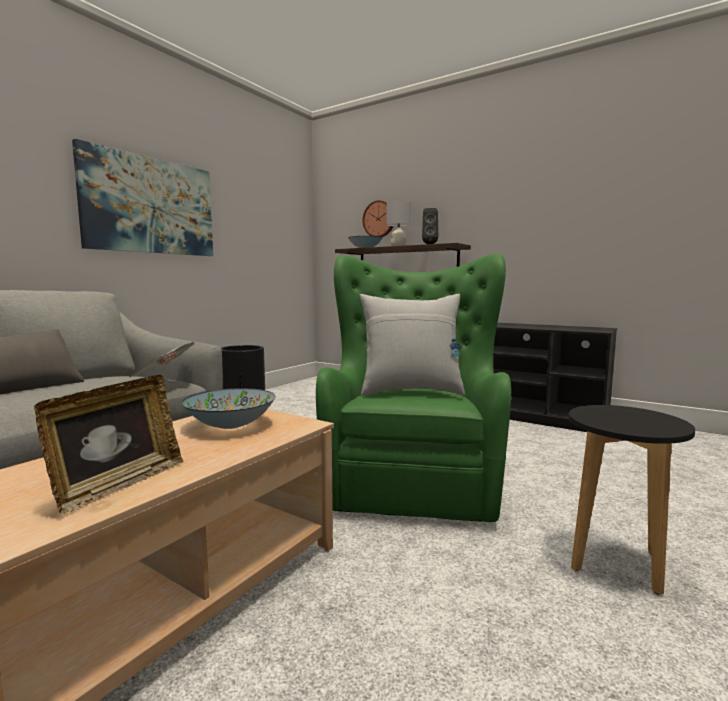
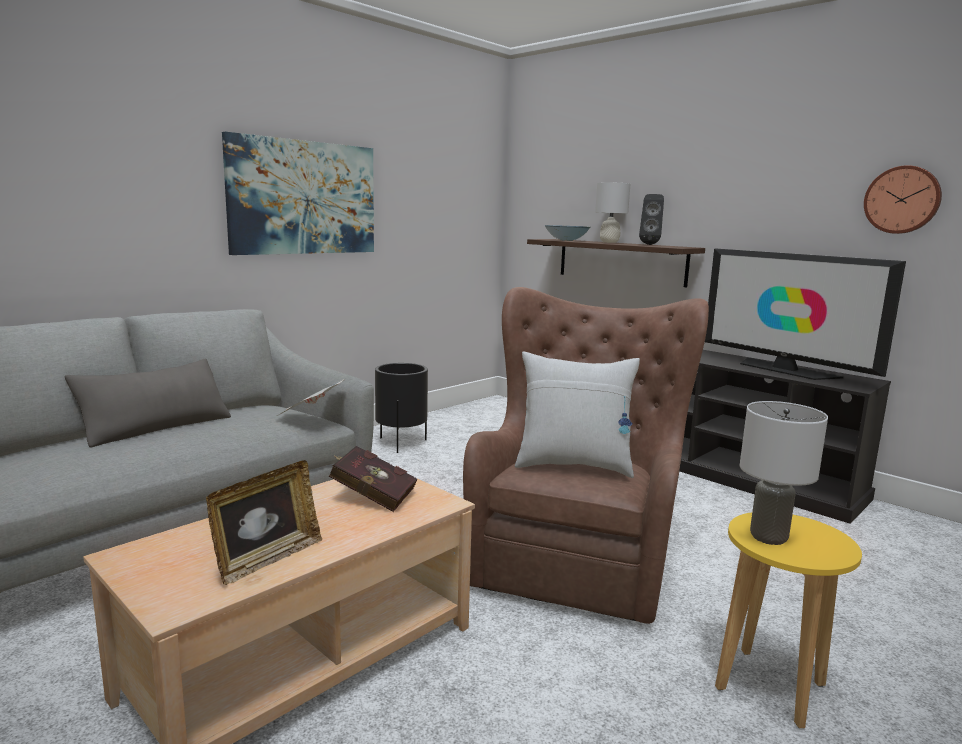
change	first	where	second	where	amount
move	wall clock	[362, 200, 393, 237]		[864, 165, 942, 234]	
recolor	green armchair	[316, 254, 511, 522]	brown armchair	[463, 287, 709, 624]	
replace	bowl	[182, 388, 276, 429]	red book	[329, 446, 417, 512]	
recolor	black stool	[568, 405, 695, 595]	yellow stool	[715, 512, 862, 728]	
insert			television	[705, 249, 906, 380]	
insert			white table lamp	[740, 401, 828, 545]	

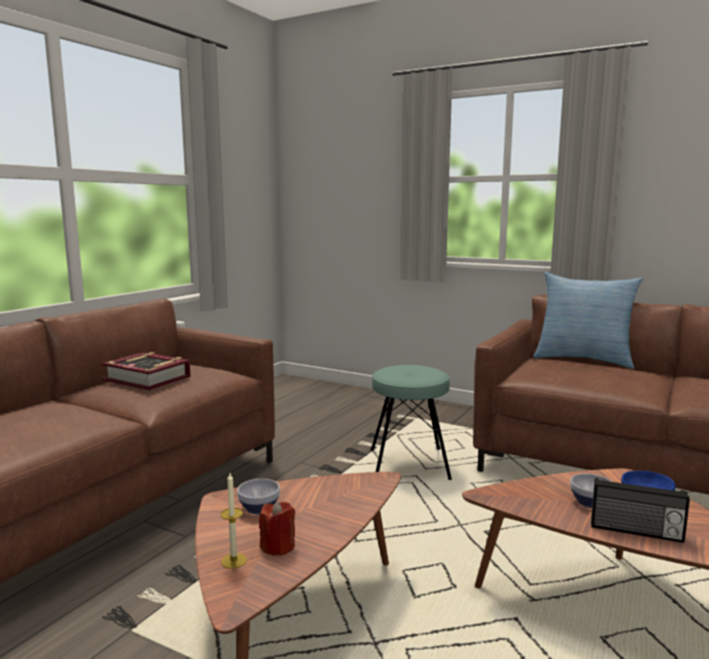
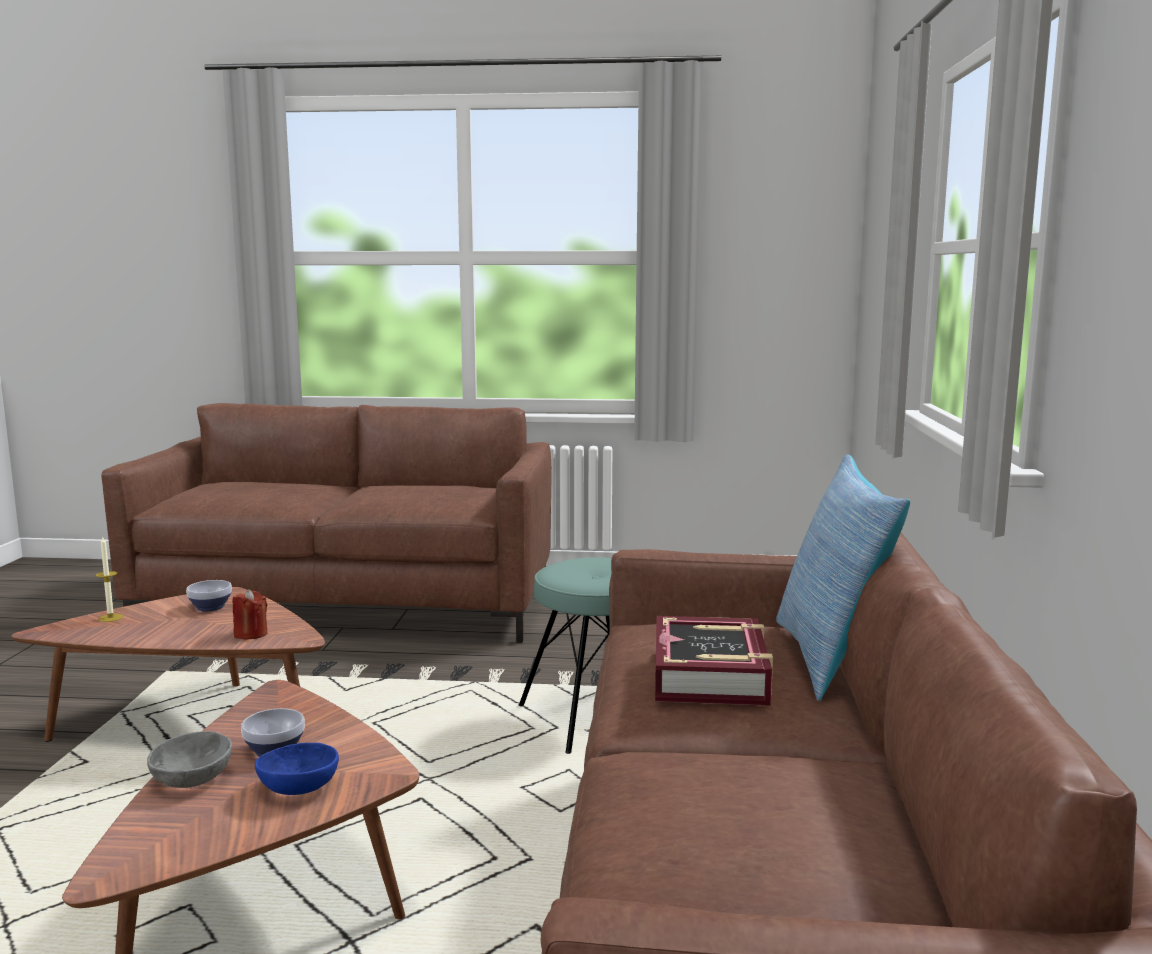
change	first	where	second	where	amount
move	book	[102, 352, 191, 390]		[655, 616, 773, 706]	
replace	radio	[591, 478, 690, 543]	grey bowl	[147, 731, 232, 788]	
move	red candle	[259, 501, 295, 556]		[232, 589, 267, 640]	

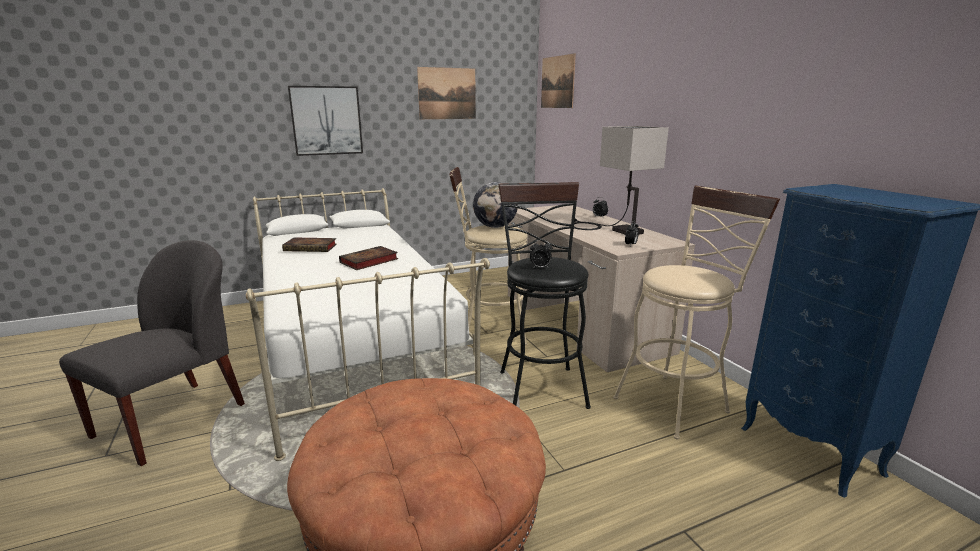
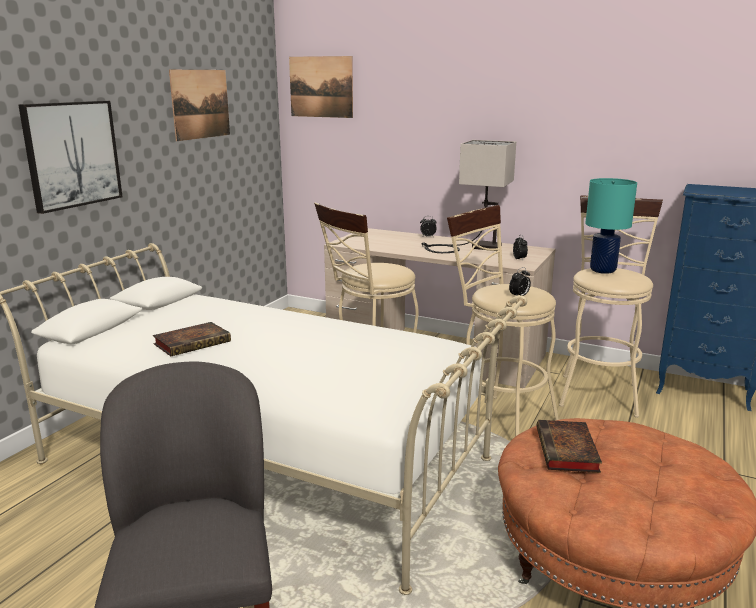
change	first	where	second	where	amount
delete	globe	[473, 182, 518, 228]			
recolor	black stool	[498, 182, 591, 409]	beige stool	[447, 205, 559, 437]	
move	book	[339, 246, 398, 270]		[536, 420, 602, 473]	
insert			turquoise table lamp	[585, 178, 637, 274]	

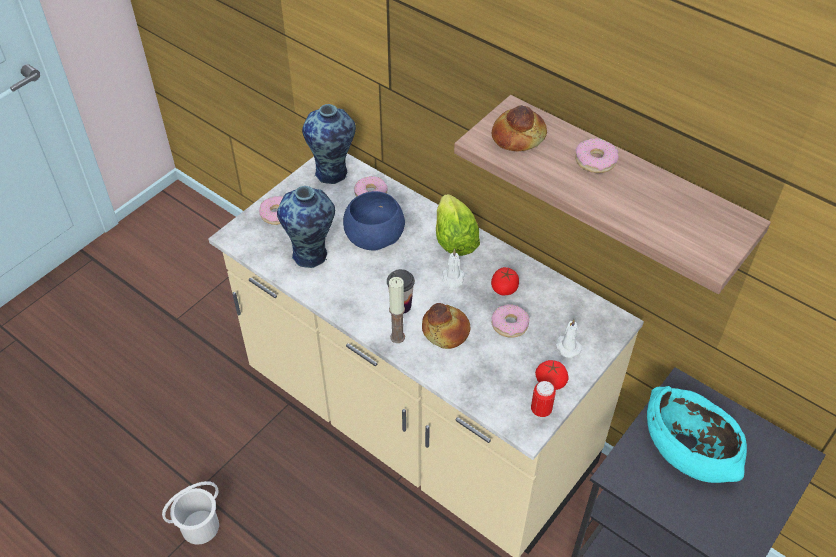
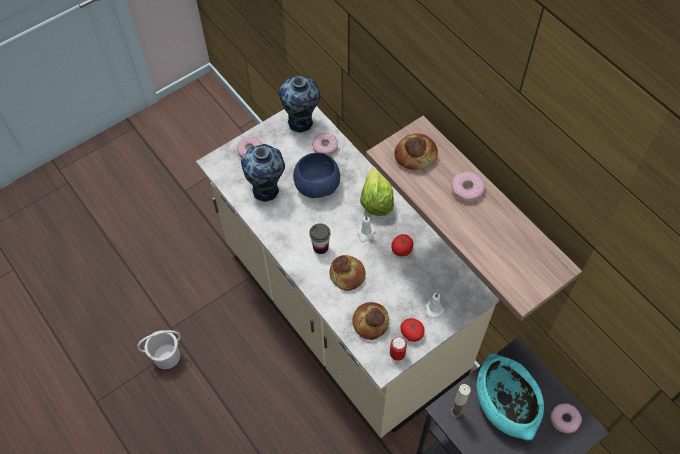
change	first	where	second	where	amount
move	candle	[389, 277, 405, 343]		[451, 384, 471, 417]	
move	donut	[492, 304, 529, 338]		[551, 403, 582, 434]	
insert			bread	[352, 302, 389, 340]	

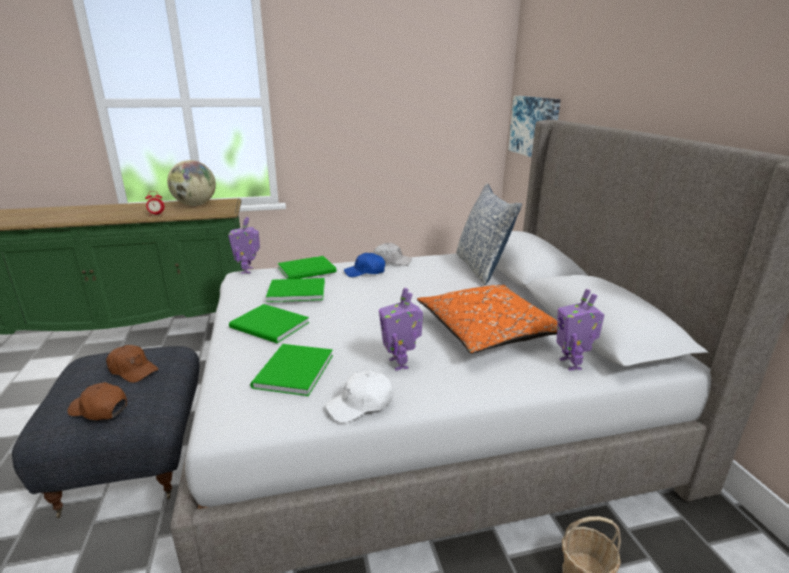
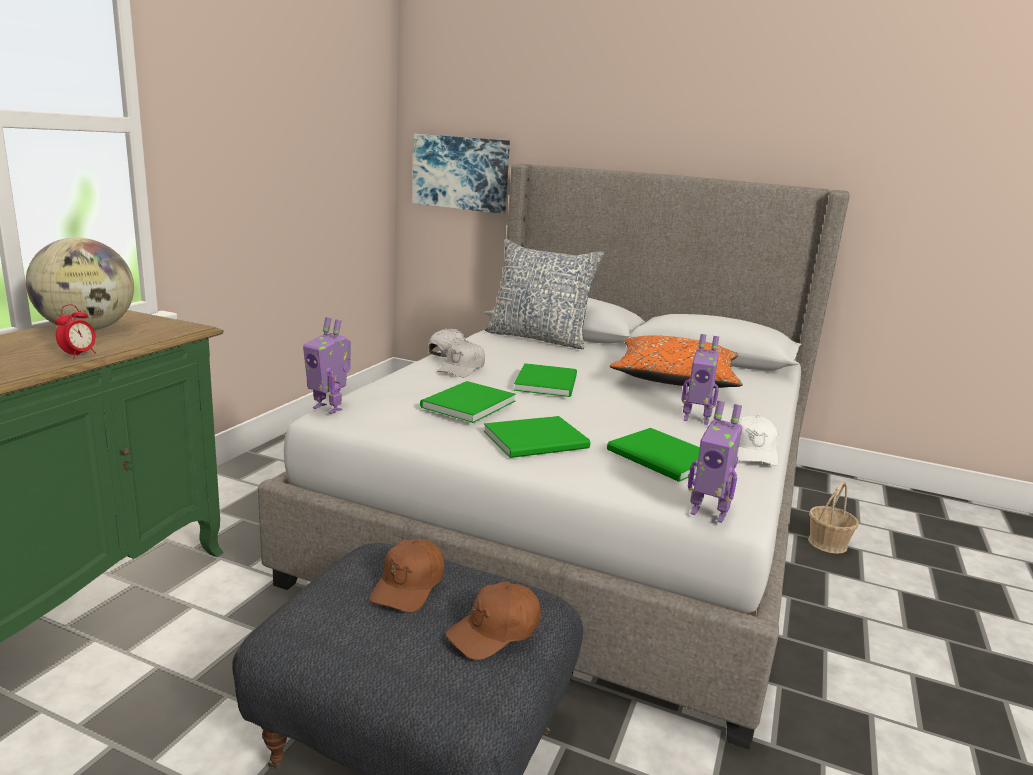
change	first	where	second	where	amount
recolor	blue cap	[344, 253, 385, 277]	white cap	[437, 340, 485, 377]	
move	green book	[278, 256, 336, 279]		[514, 363, 577, 397]	
move	toy robot	[557, 289, 604, 371]		[688, 400, 743, 523]	
rotate	brown cap	[106, 345, 158, 383]		[370, 539, 445, 613]	135 degrees clockwise

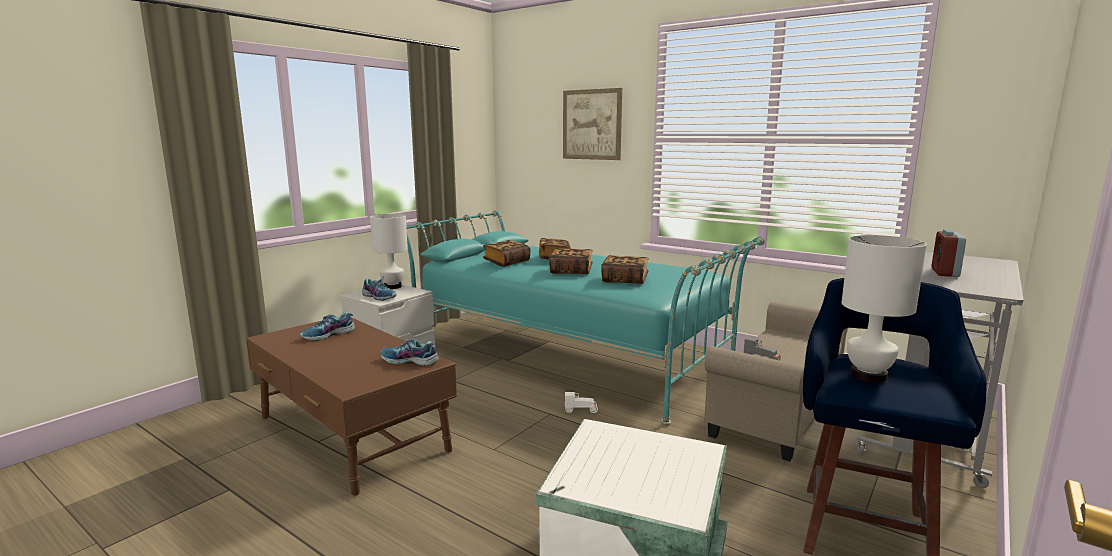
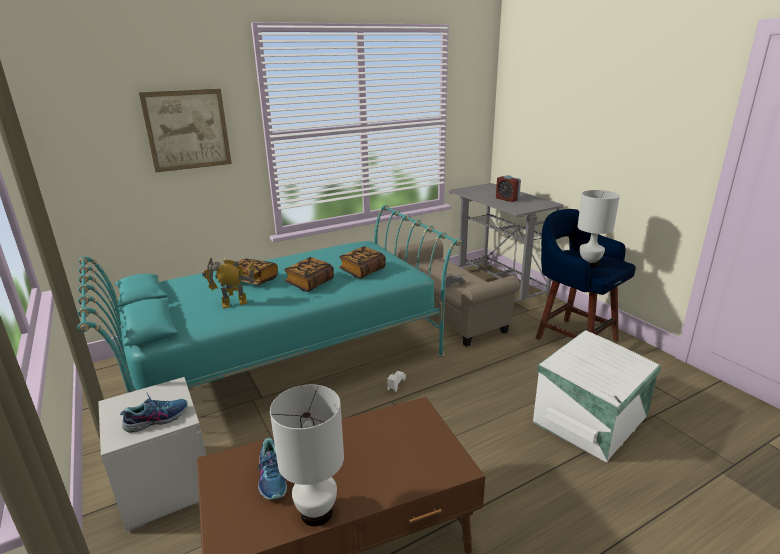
change	first	where	second	where	amount
move	white table lamp	[370, 214, 408, 289]		[270, 385, 344, 526]	
replace	book	[483, 240, 530, 267]	toy robot	[202, 257, 256, 308]	
delete	shoe	[381, 339, 439, 366]			

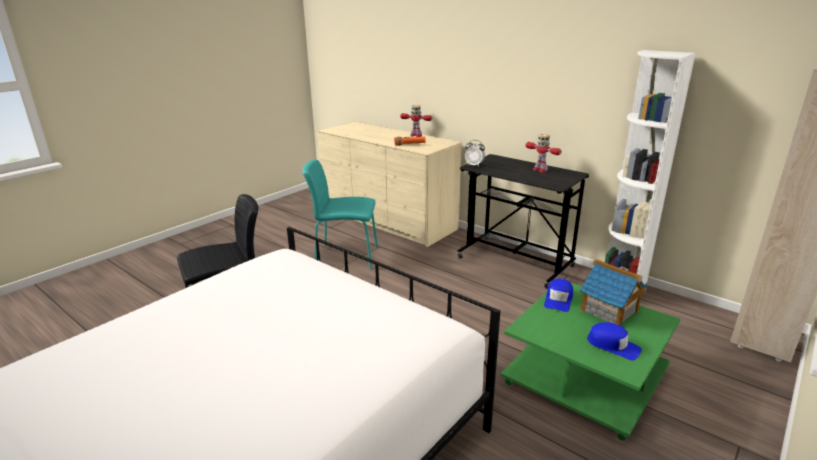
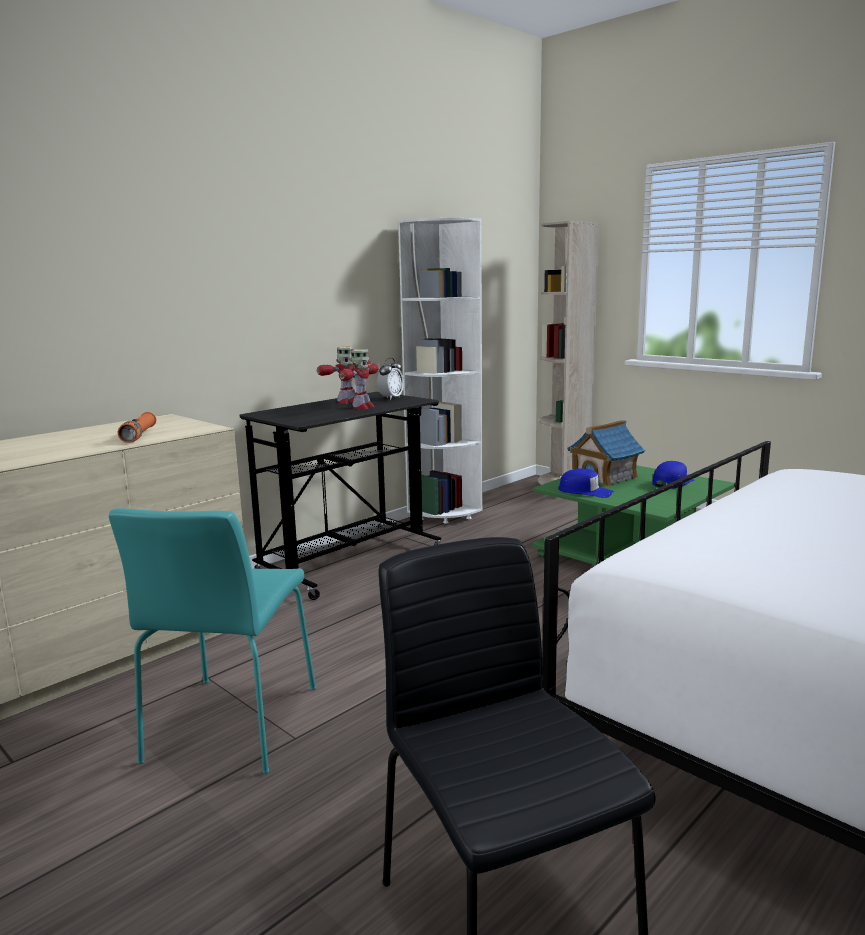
change	first	where	second	where	amount
move	toy robot	[400, 105, 432, 137]		[339, 349, 379, 409]	
move	alarm clock	[465, 140, 485, 167]		[377, 358, 404, 400]	

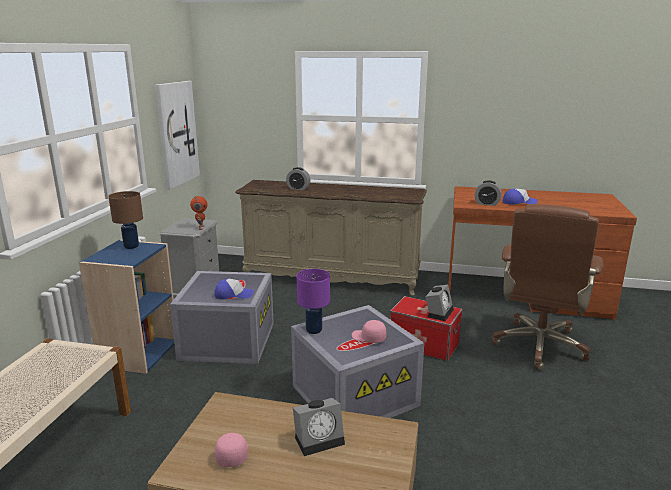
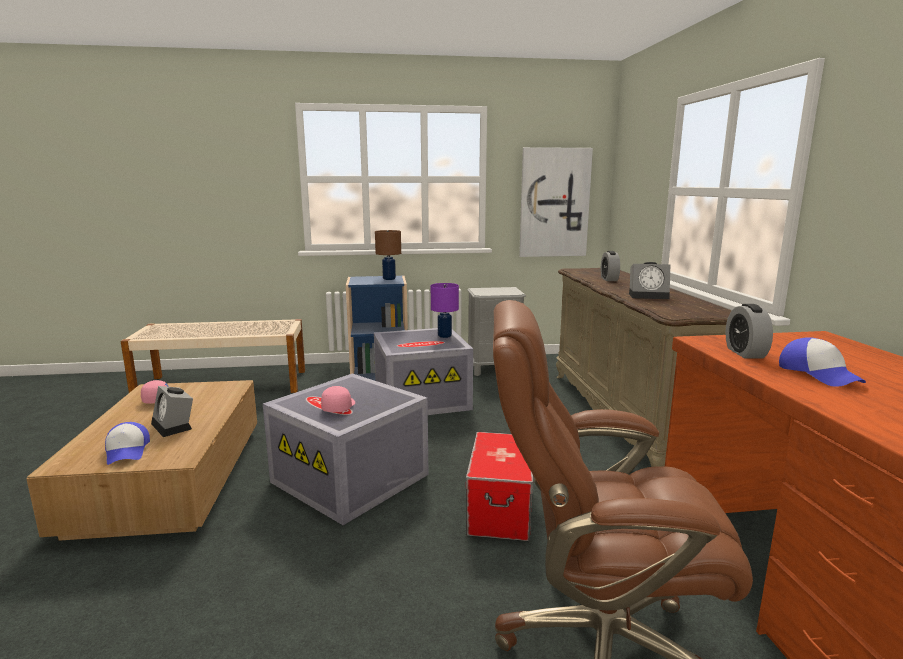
change	first	where	second	where	amount
delete	toy robot	[190, 196, 207, 230]			
move	purple table lamp	[296, 269, 330, 334]		[431, 283, 459, 338]	
move	cap	[214, 279, 254, 299]		[105, 422, 150, 465]	
move	alarm clock	[425, 285, 454, 321]		[629, 262, 671, 299]	

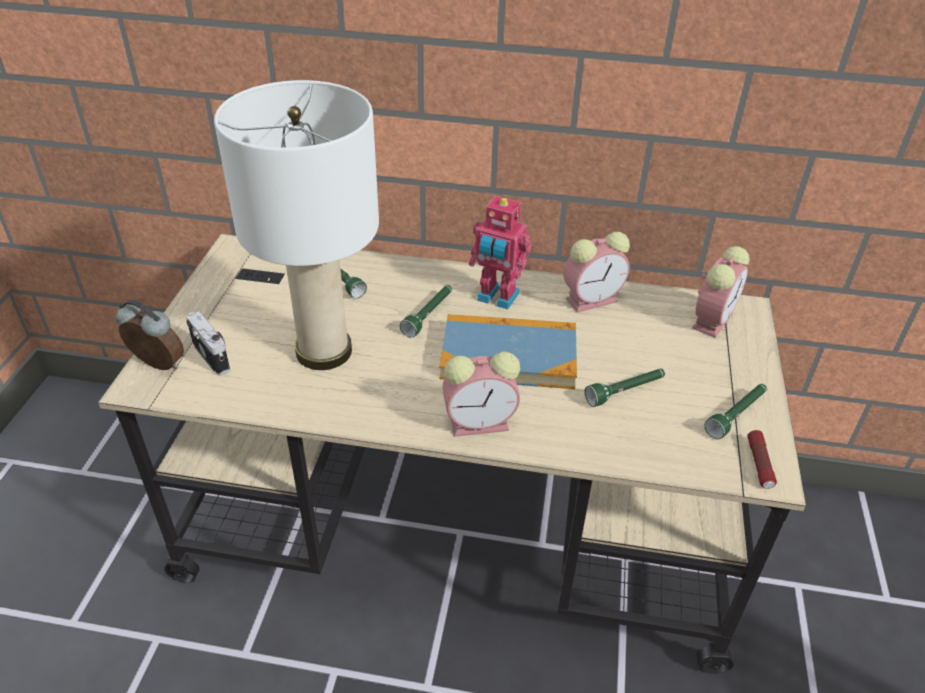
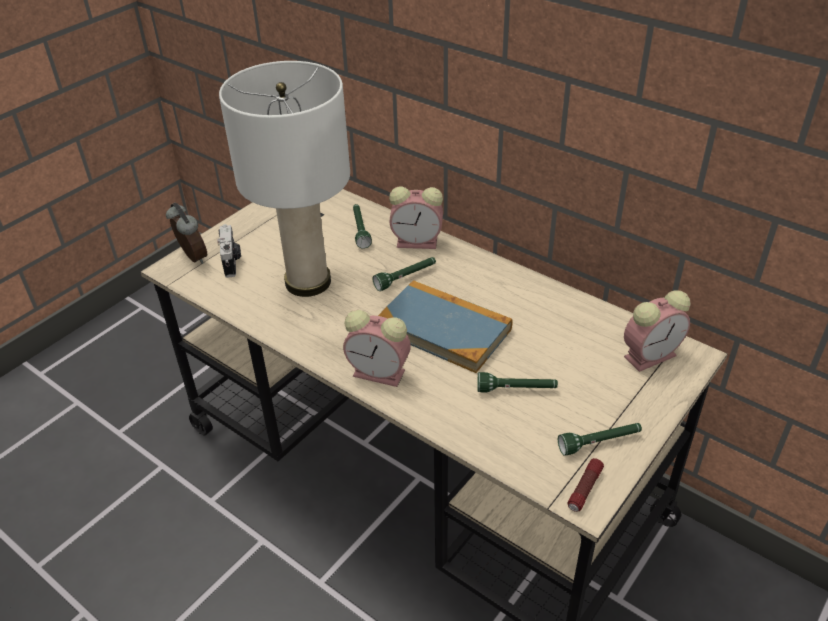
change	first	where	second	where	amount
delete	toy robot	[469, 196, 532, 310]			
move	alarm clock	[563, 232, 630, 313]		[389, 186, 443, 249]	

